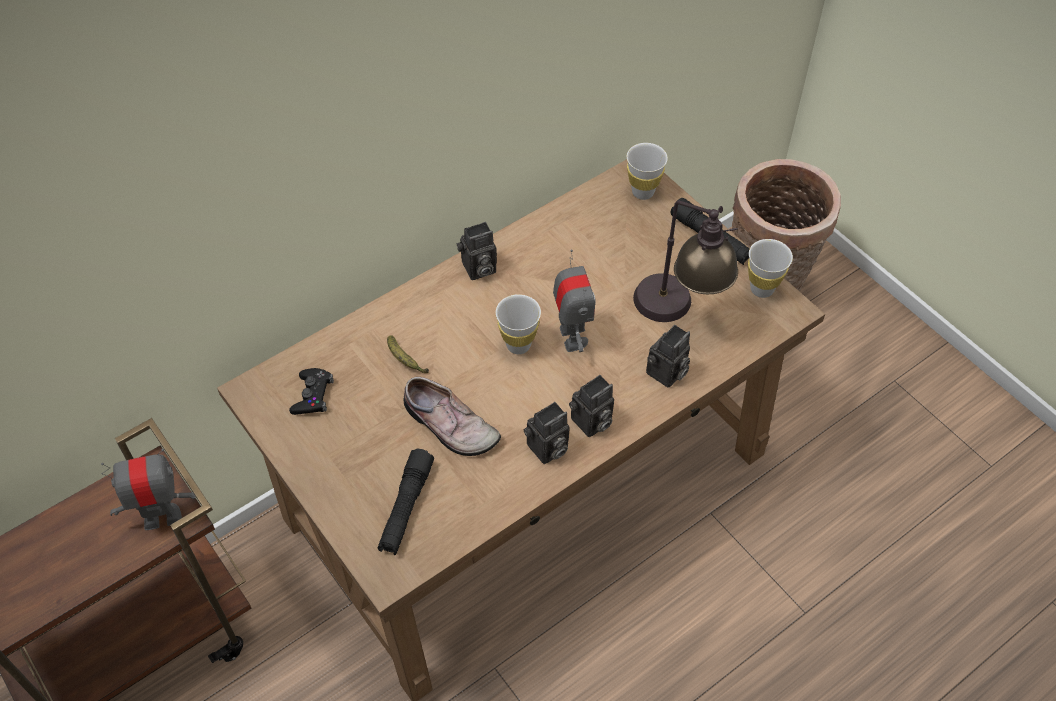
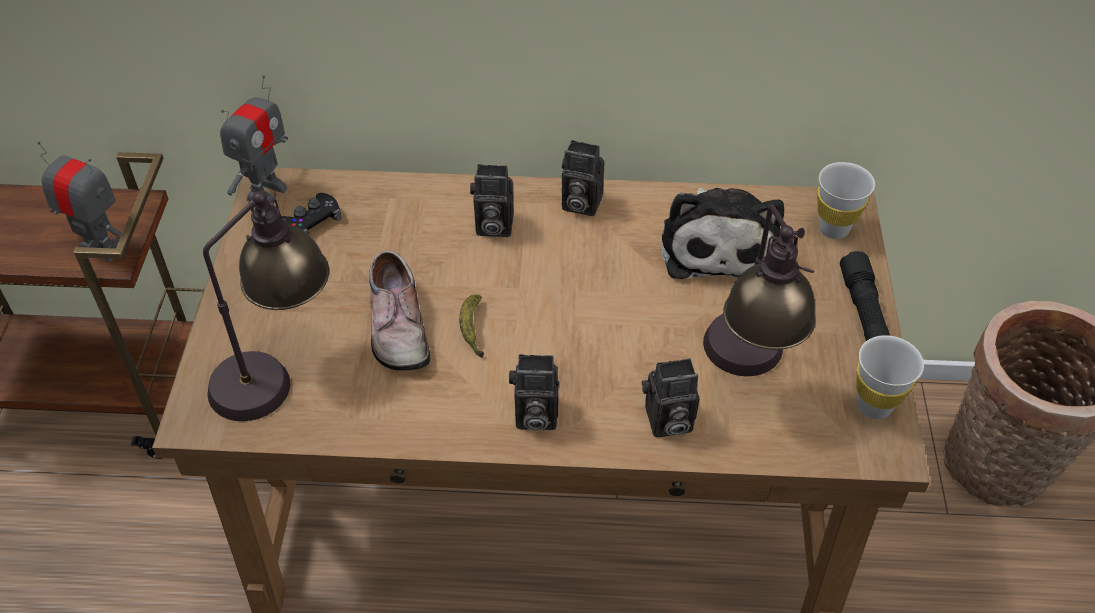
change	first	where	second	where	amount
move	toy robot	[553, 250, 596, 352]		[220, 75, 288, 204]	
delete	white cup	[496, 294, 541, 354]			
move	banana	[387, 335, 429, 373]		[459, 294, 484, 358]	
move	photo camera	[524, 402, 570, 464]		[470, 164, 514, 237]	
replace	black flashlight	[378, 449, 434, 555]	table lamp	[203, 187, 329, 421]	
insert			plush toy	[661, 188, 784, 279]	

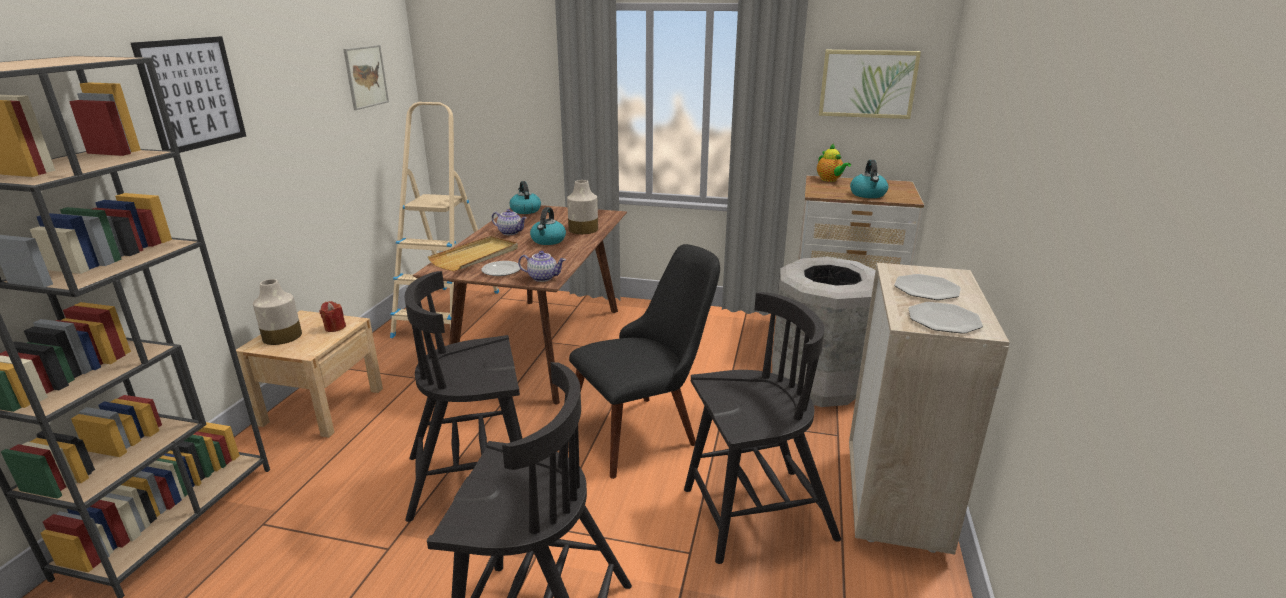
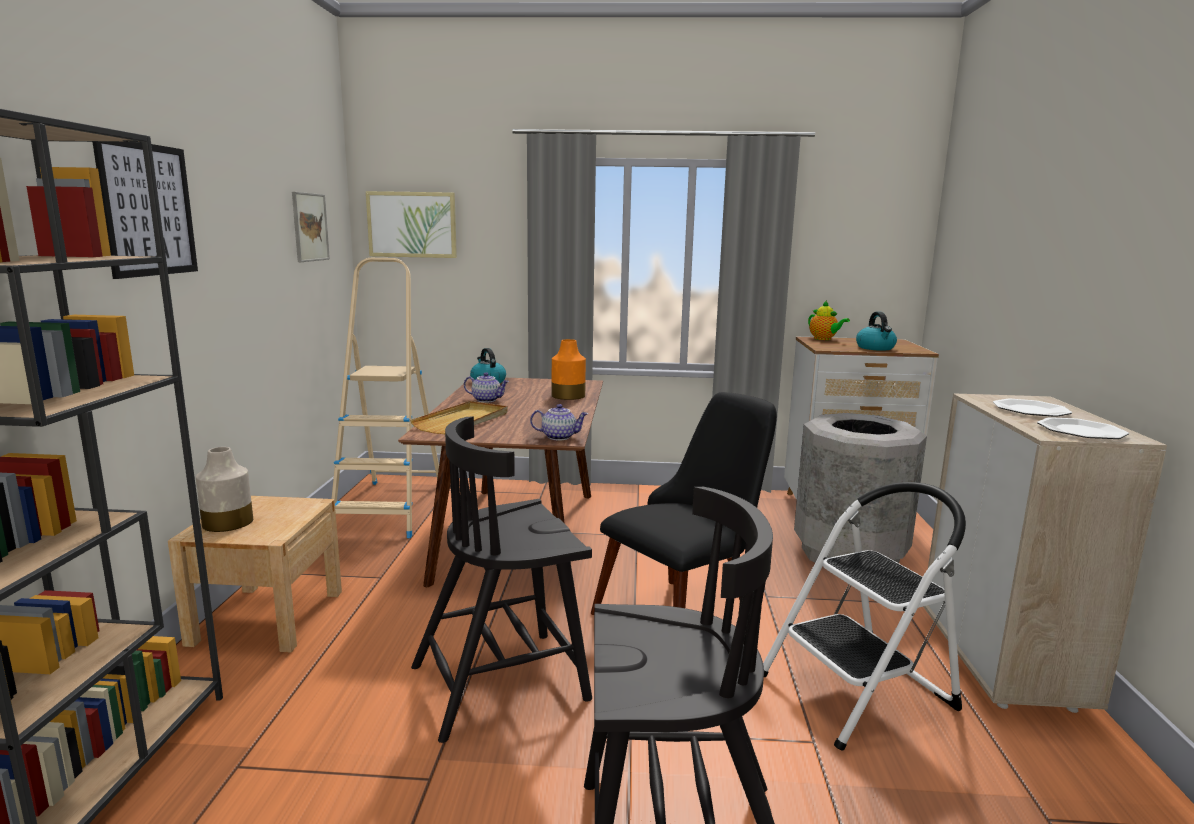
change	first	where	second	where	amount
move	picture	[819, 50, 921, 119]		[366, 191, 457, 258]	
recolor	beige vase	[567, 180, 598, 234]	orange vase	[552, 339, 586, 400]	
delete	kettle	[530, 207, 566, 245]			
delete	plate	[481, 261, 520, 276]			
replace	black chair	[684, 292, 841, 564]	step ladder	[763, 482, 966, 751]	
delete	red candle	[319, 301, 346, 332]			

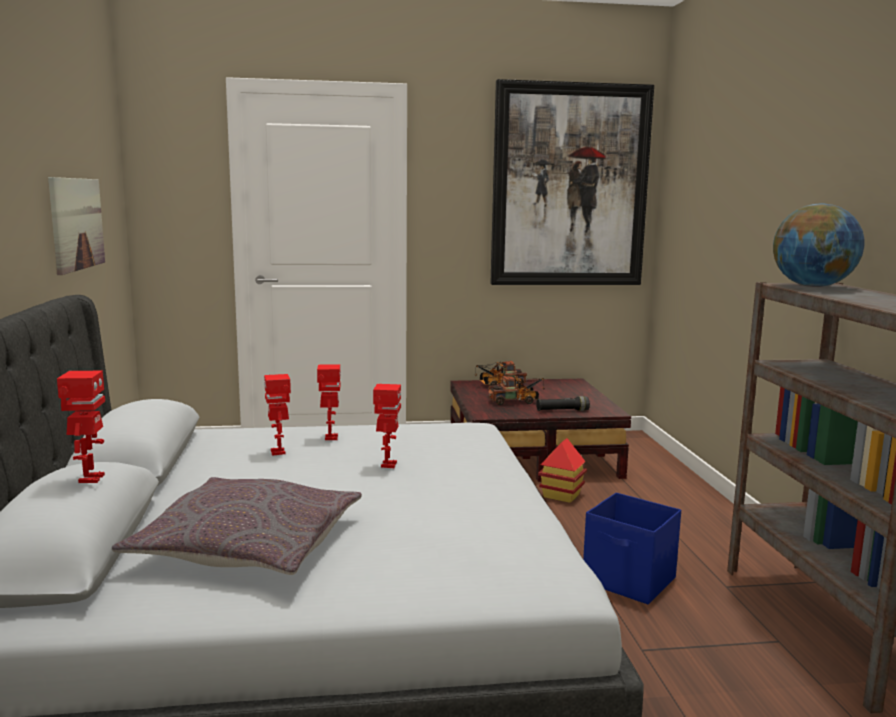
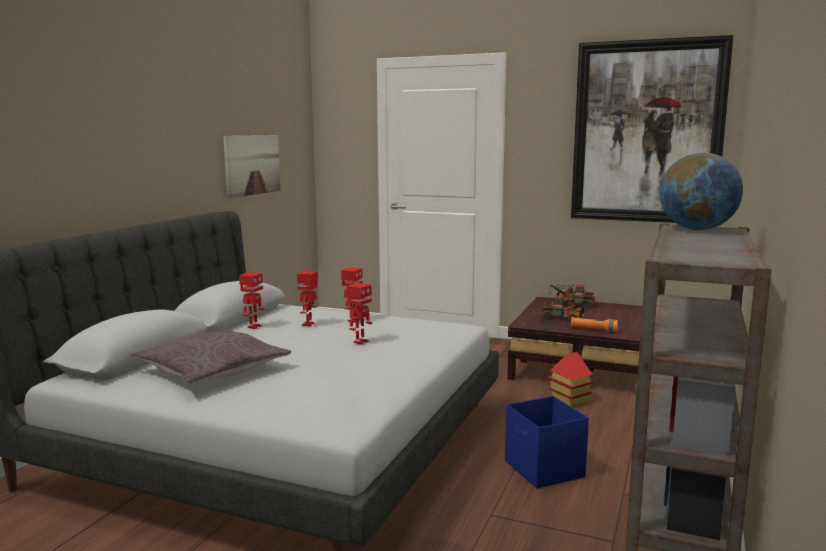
change	first	where	second	where	amount
move	toy robot	[57, 371, 105, 483]		[239, 272, 265, 329]	
recolor	black flashlight	[536, 396, 590, 411]	orange flashlight	[571, 317, 618, 332]	

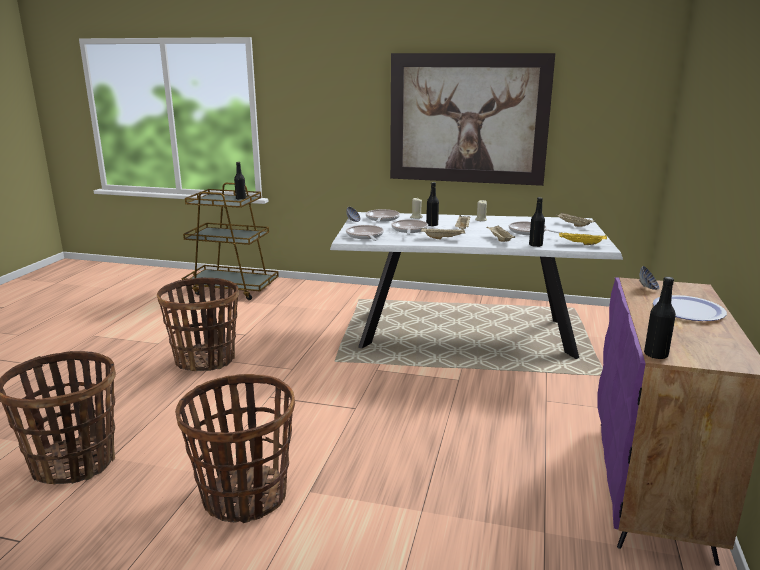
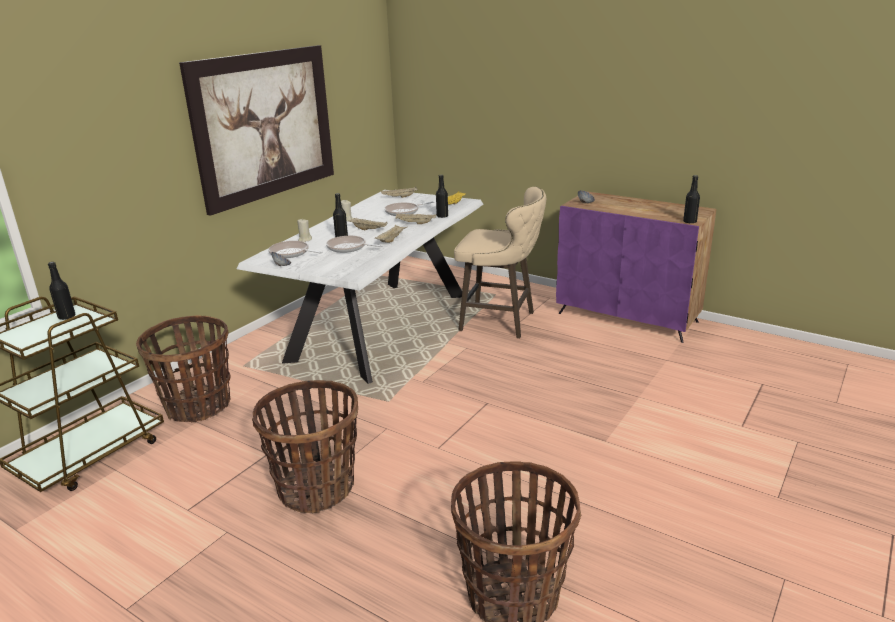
change	first	where	second	where	amount
delete	frying pan	[346, 225, 384, 241]			
delete	plate	[653, 295, 727, 321]			
move	basket	[175, 374, 295, 523]		[136, 315, 231, 422]	
insert			beige stool	[454, 186, 546, 338]	

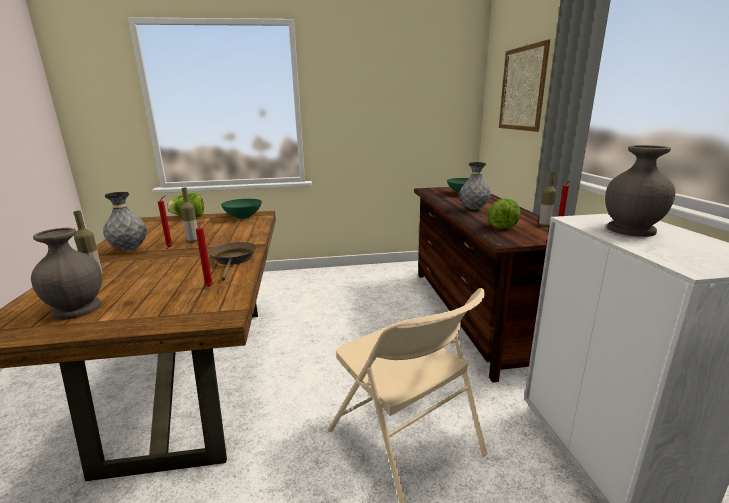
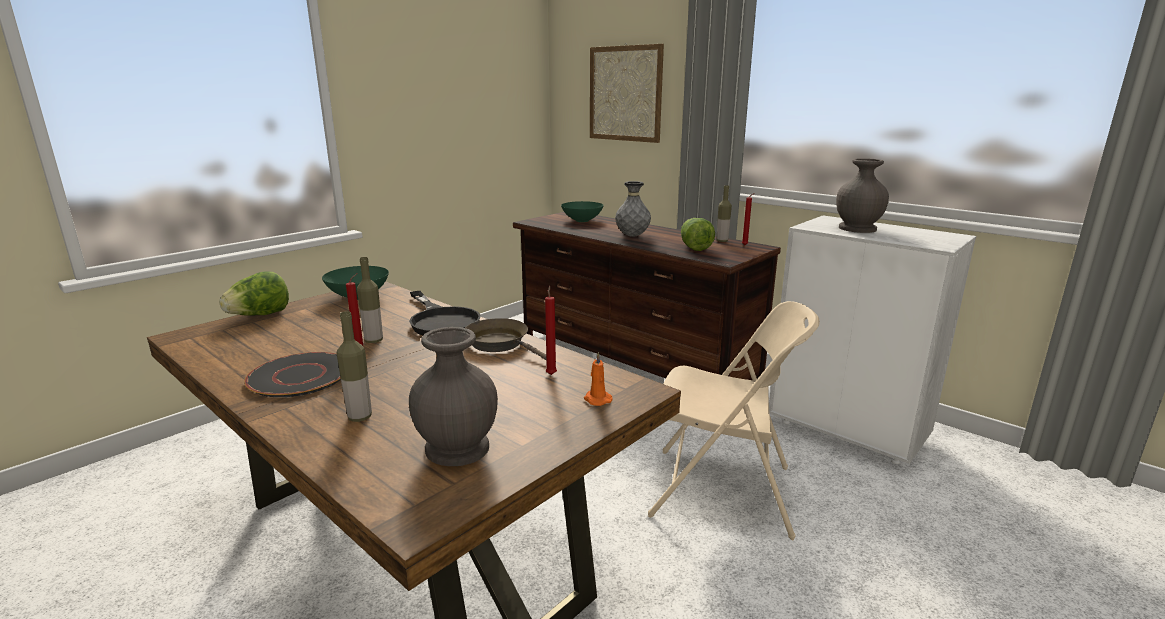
change	first	where	second	where	amount
replace	grey vase	[103, 192, 147, 250]	black plate	[244, 352, 341, 397]	
insert			black frying pan	[409, 291, 481, 335]	
insert			orange candle	[584, 352, 613, 406]	

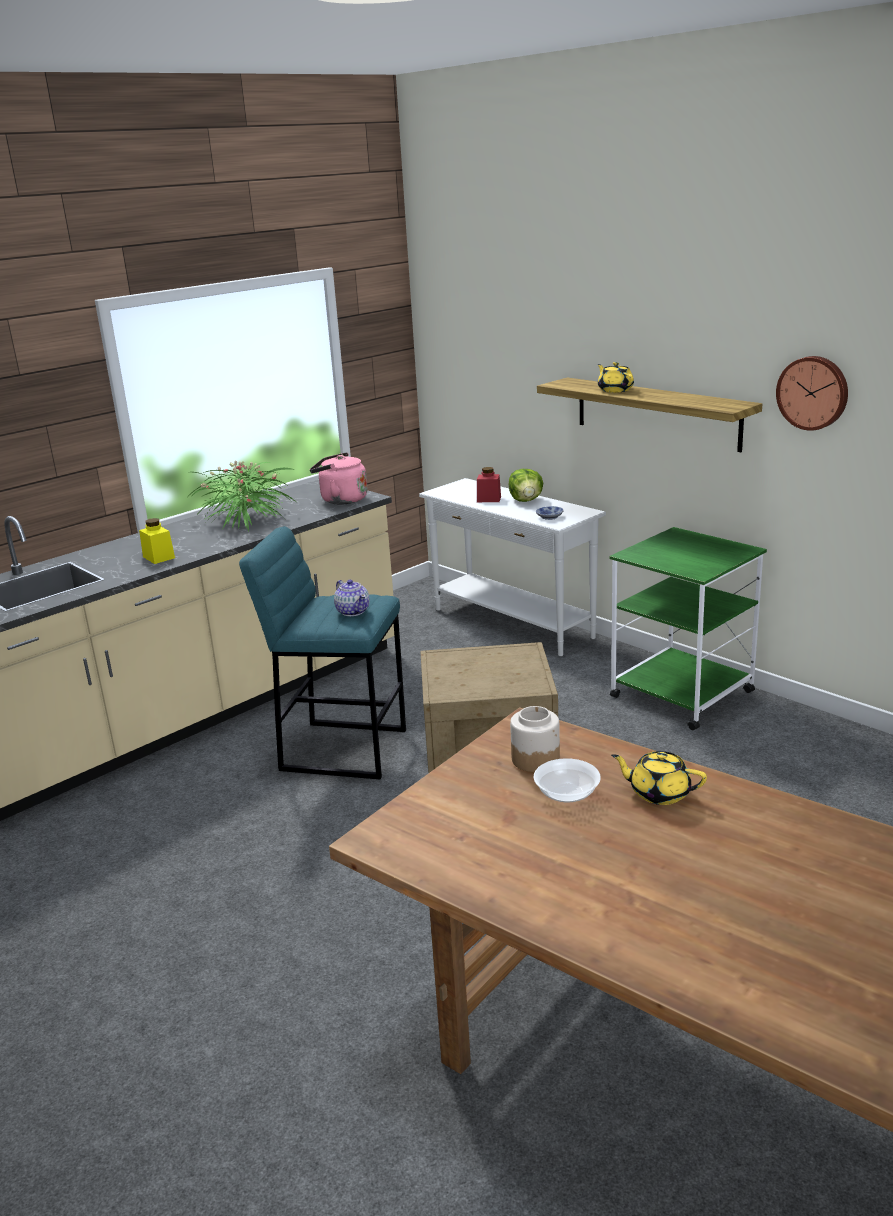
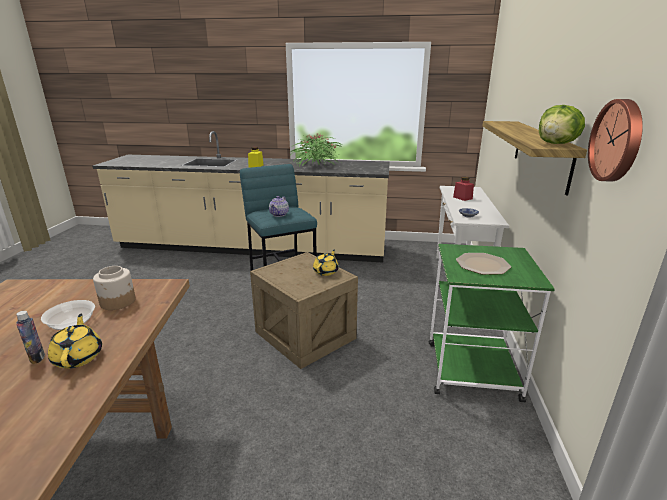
change	first	where	second	where	amount
move	yellow teapot	[598, 362, 634, 393]		[313, 250, 339, 276]	
delete	pink kettle	[310, 452, 367, 505]			
move	lettuce	[509, 469, 543, 502]		[539, 105, 585, 144]	
insert			plate	[456, 253, 511, 275]	
insert			bottle	[16, 311, 45, 364]	

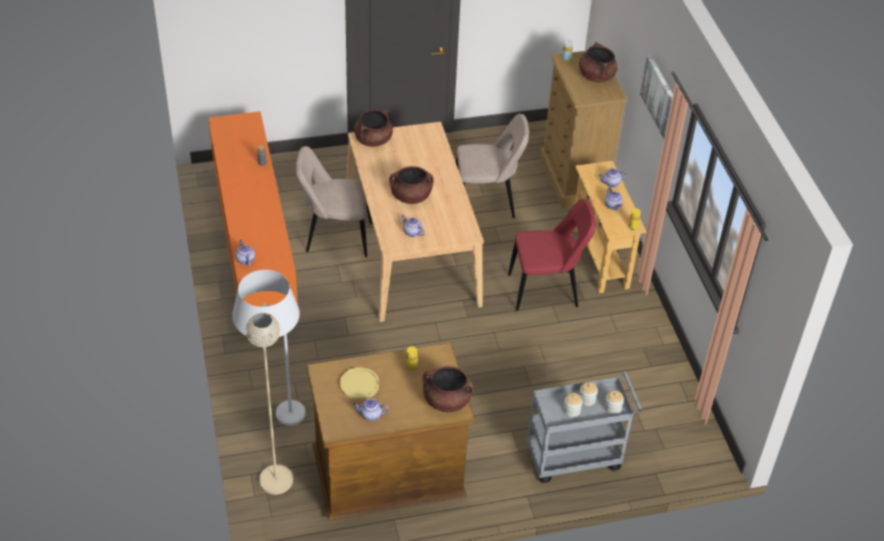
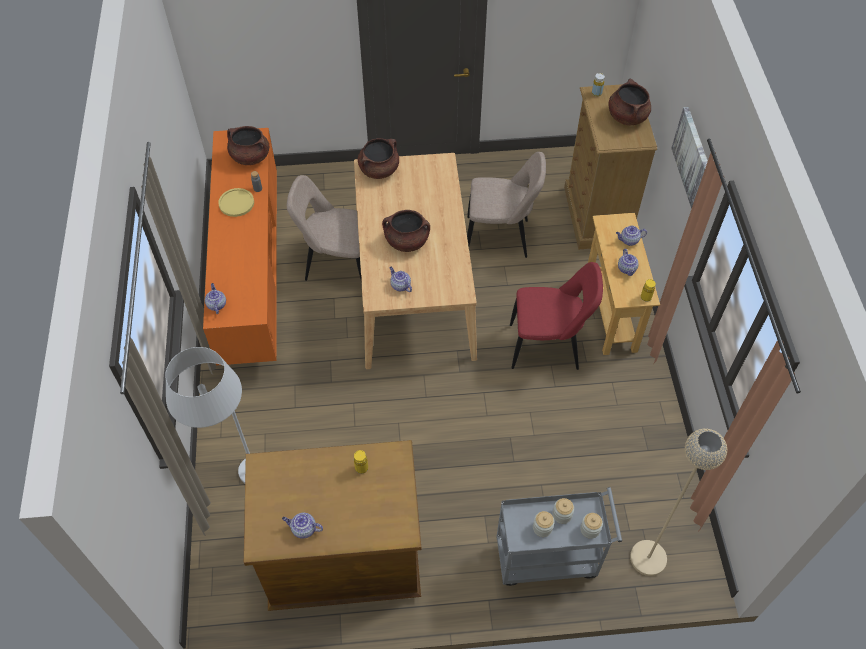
change	first	where	second	where	amount
move	beige floor lamp	[246, 313, 293, 495]		[630, 429, 727, 576]	
move	brown cooking pot	[423, 366, 473, 412]		[227, 126, 269, 165]	
move	yellow plate	[340, 367, 379, 400]		[218, 188, 254, 217]	

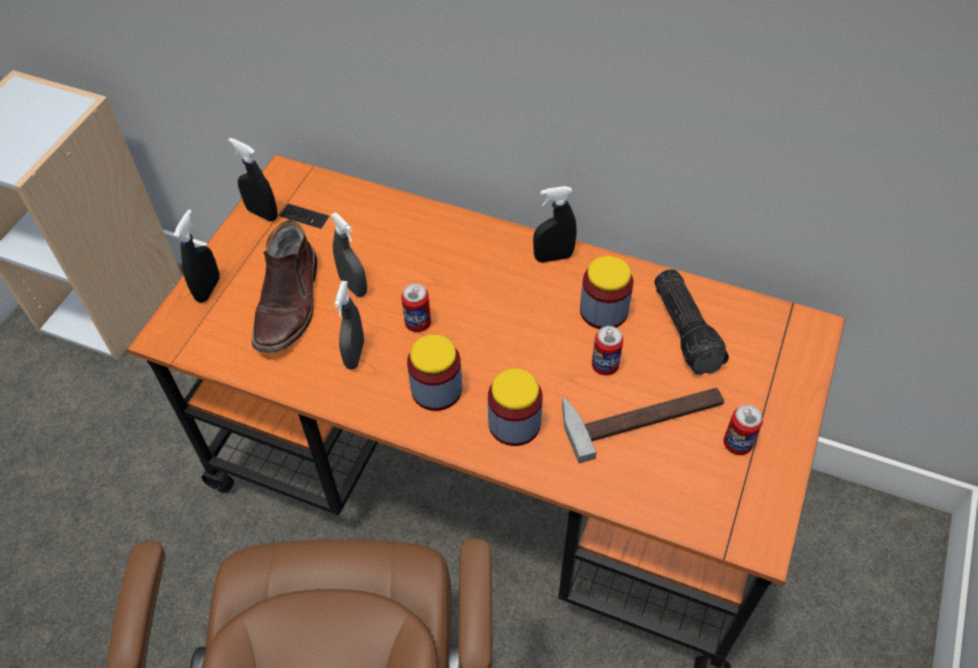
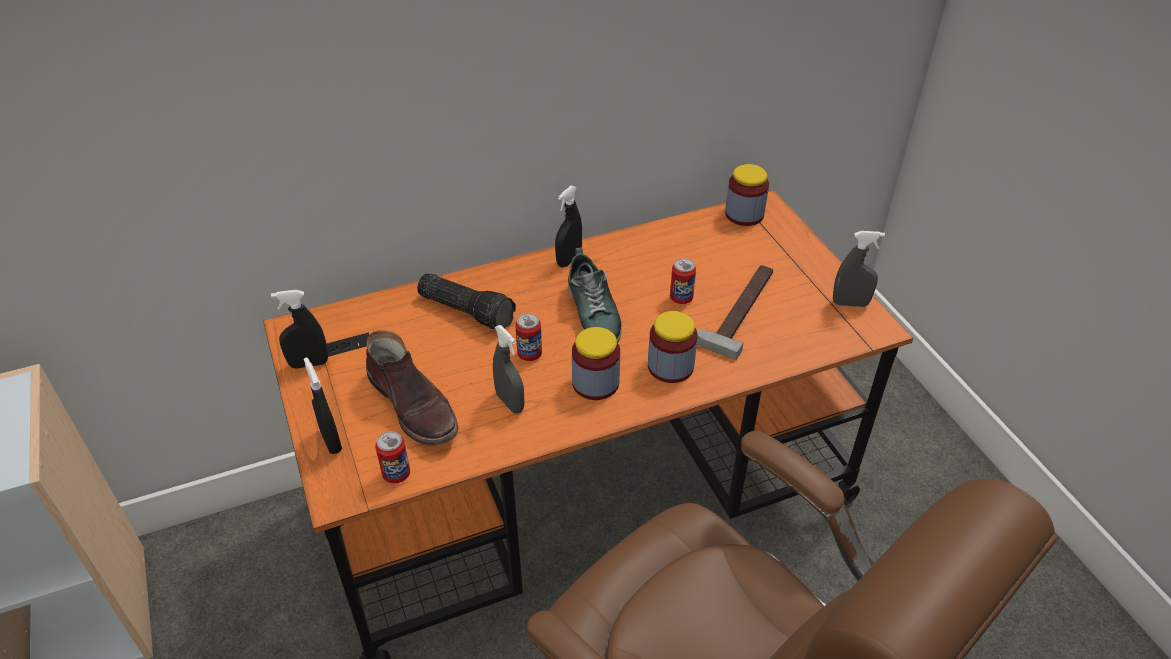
change	first	where	second	where	amount
move	grey spray bottle	[331, 212, 367, 297]		[833, 231, 885, 307]	
move	jar	[580, 256, 633, 329]		[725, 164, 769, 226]	
move	flashlight	[655, 269, 729, 375]		[417, 273, 516, 329]	
move	can	[724, 405, 763, 455]		[375, 431, 410, 484]	
insert			shoe	[568, 248, 622, 343]	

